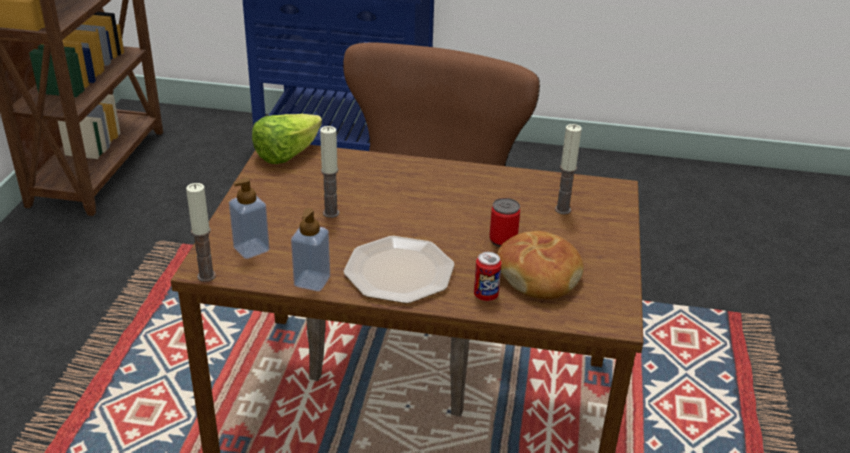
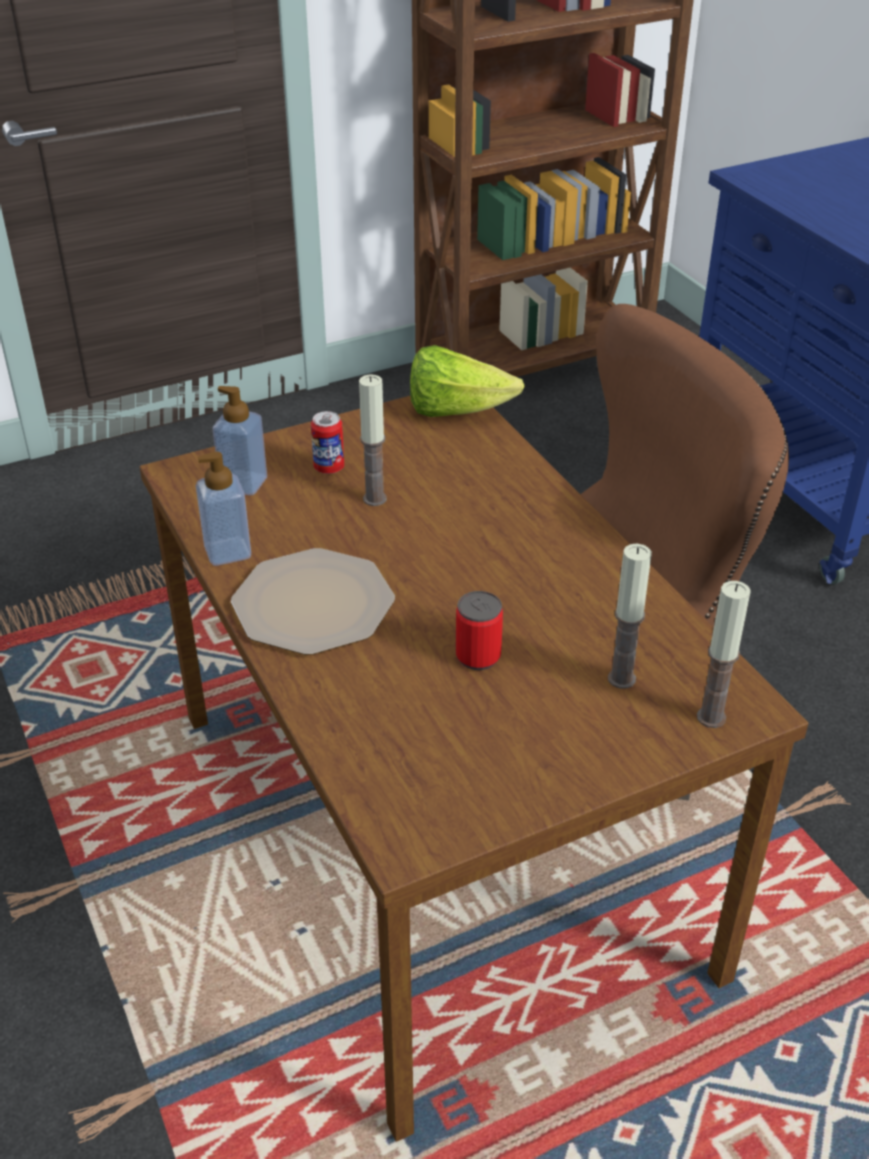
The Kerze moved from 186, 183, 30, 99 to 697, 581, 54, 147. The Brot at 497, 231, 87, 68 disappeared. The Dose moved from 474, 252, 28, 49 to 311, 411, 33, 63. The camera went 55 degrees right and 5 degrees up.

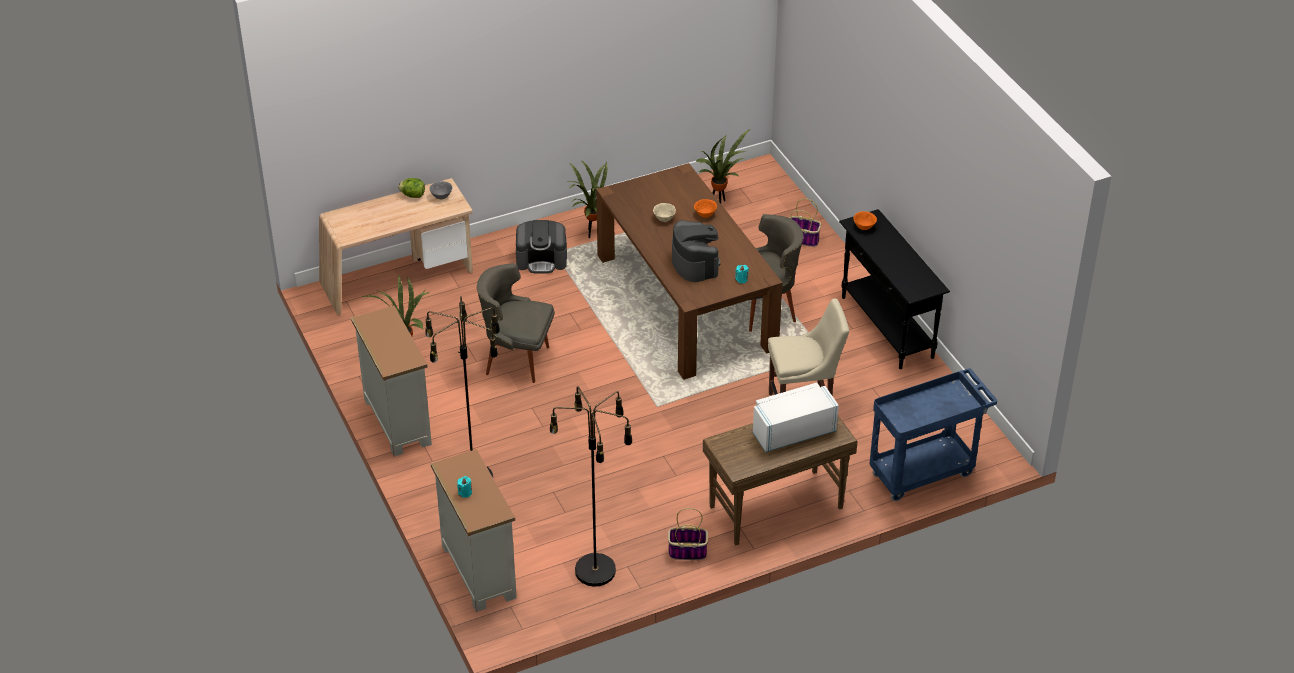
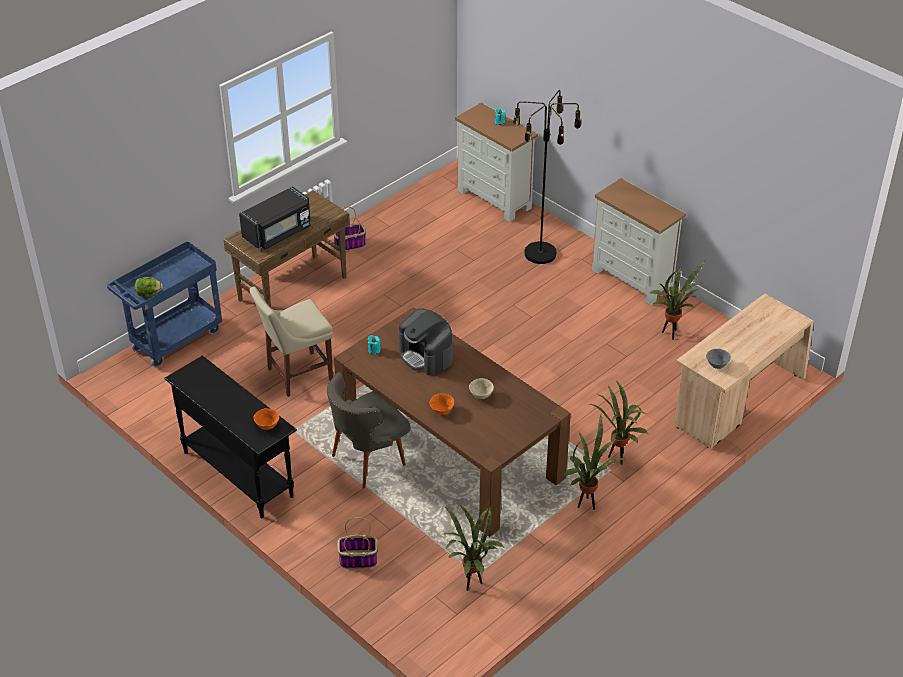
The Salatkopf moved from 398, 178, 27, 20 to 135, 277, 28, 20. The Kaffeemaschine at 516, 220, 51, 54 was replaced by the Topfpflanze at 589, 381, 60, 83. The Stuhl/grau at 477, 263, 78, 120 disappeared. The Mikrowelle/weiß at 753, 383, 86, 69 became the Mikrowelle/schwarz at 239, 186, 72, 64. The Stehlampe at 550, 386, 82, 201 disappeared. The camera went 160 degrees right and 0 degrees up.

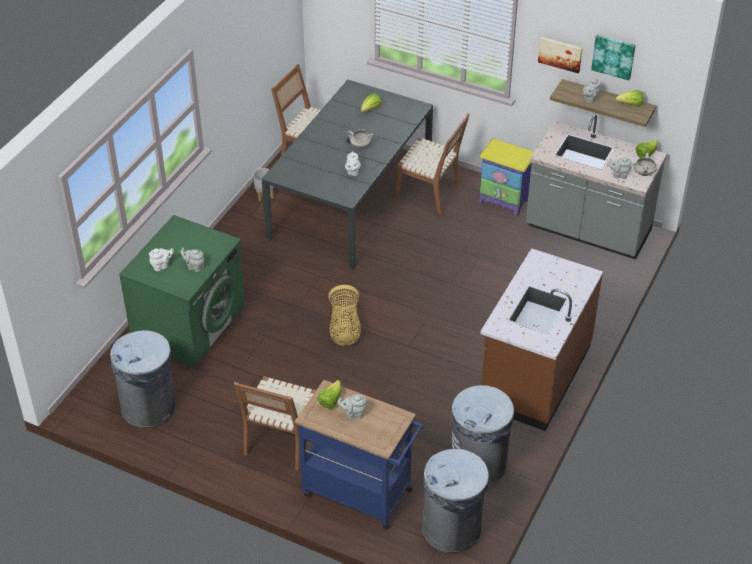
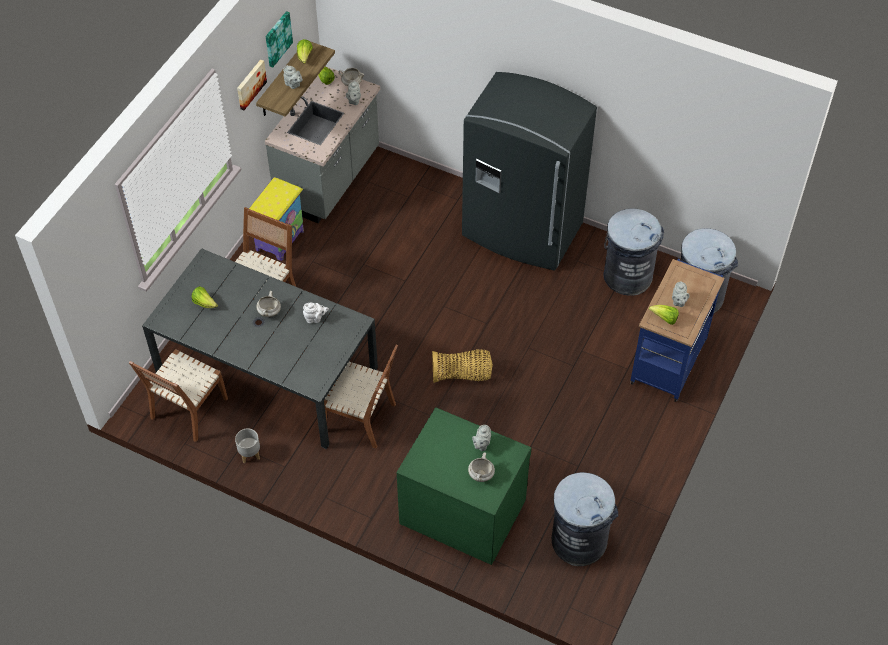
The Teekanne/weiß at 149, 248, 25, 23 was replaced by the Kochtopf/weiß at 468, 452, 27, 30. The Küchenzeile/braun at 480, 248, 123, 183 was replaced by the Kühlschrank/grau at 462, 72, 135, 199. The Stuhl moved from 234, 376, 82, 94 to 324, 344, 74, 104. The camera went 90 degrees left and 10 degrees up.

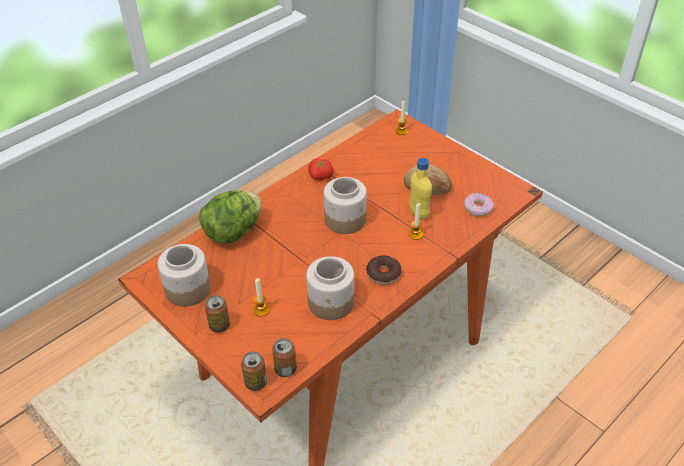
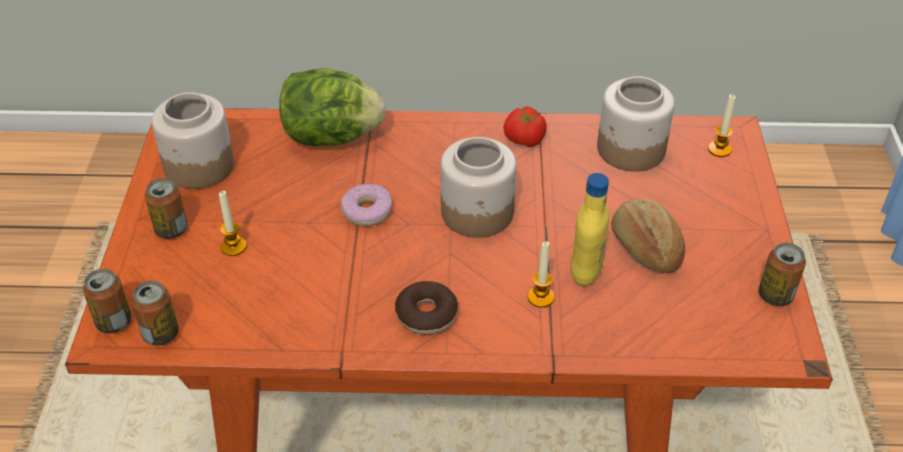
The Donut moved from 464, 193, 30, 24 to 341, 184, 51, 42. The Vorratsglas moved from 306, 256, 48, 64 to 597, 76, 78, 96. The Dose at 759, 243, 47, 63 appeared. The camera went 45 degrees right and 0 degrees up.

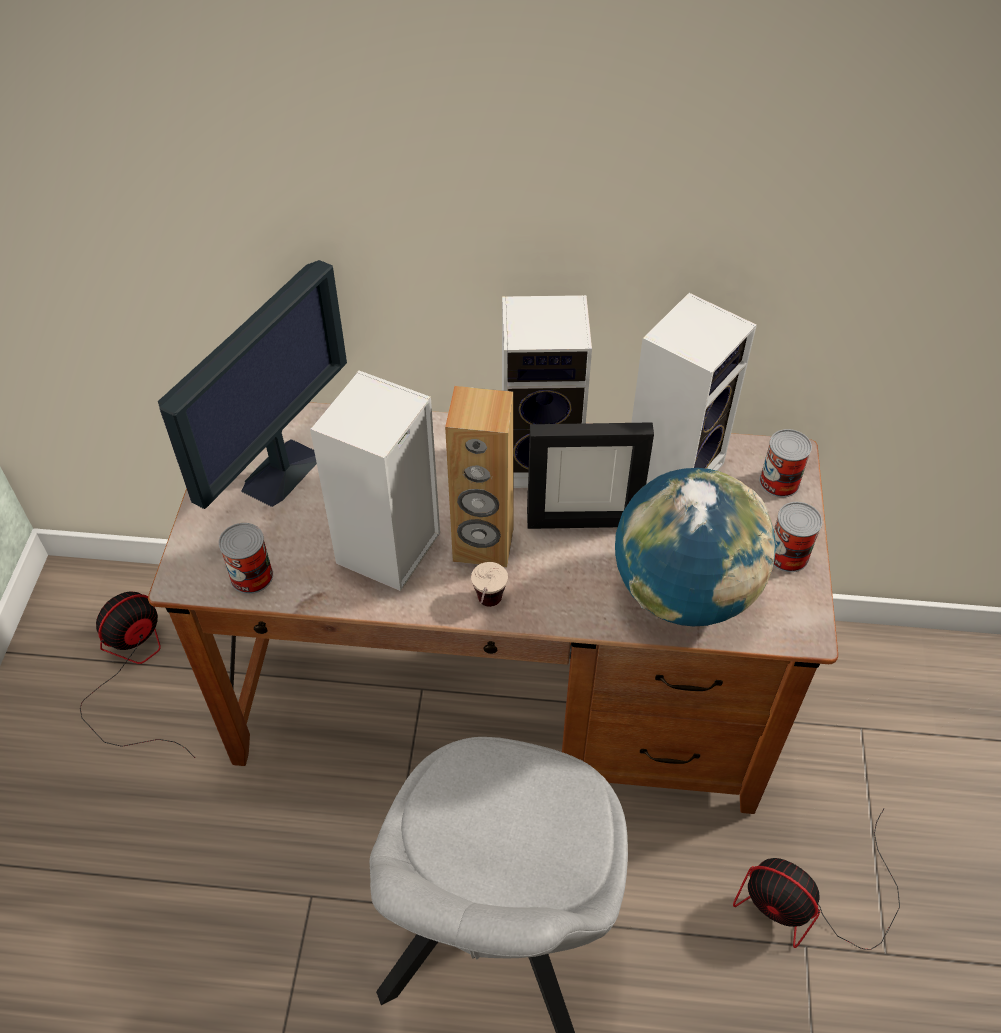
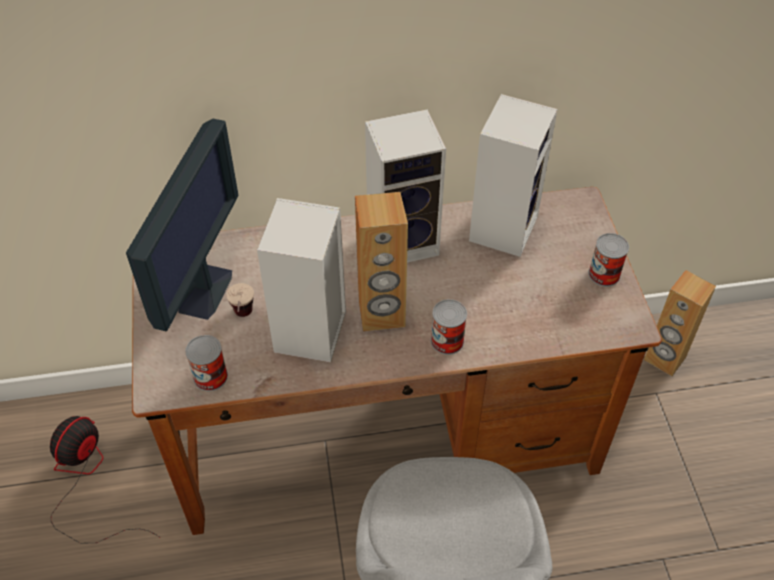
The Bilderrahmen at 527, 422, 127, 107 disappeared. The Dose moved from 759, 429, 53, 68 to 431, 299, 36, 56. The Globus at 615, 468, 161, 158 disappeared. The Tasse moved from 471, 562, 37, 45 to 226, 283, 28, 34. The Ventilator at 733, 809, 167, 141 disappeared. The Lautsprecher/braun at 644, 270, 72, 106 appeared. The camera went 15 degrees left and 0 degrees up.

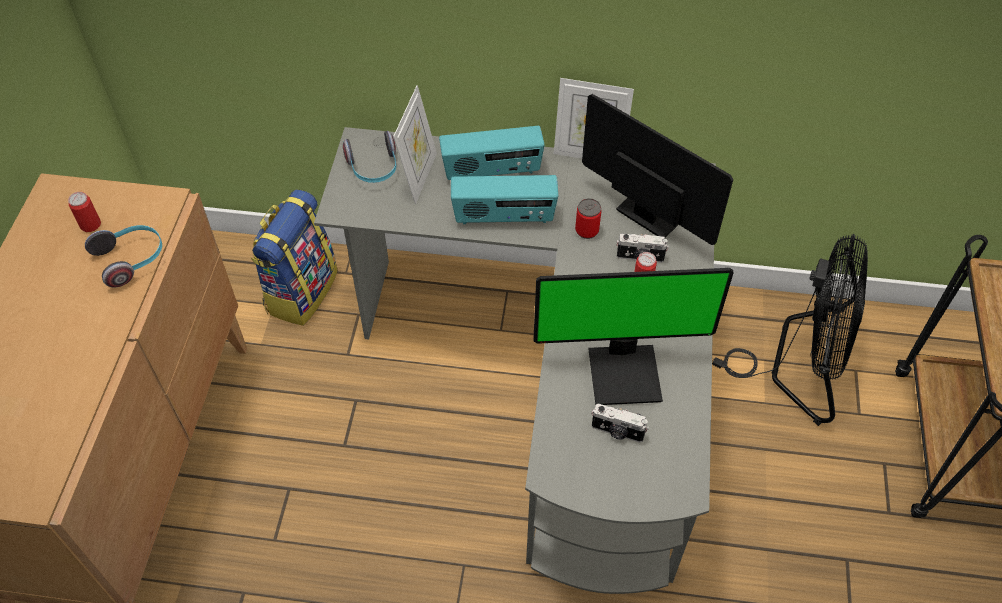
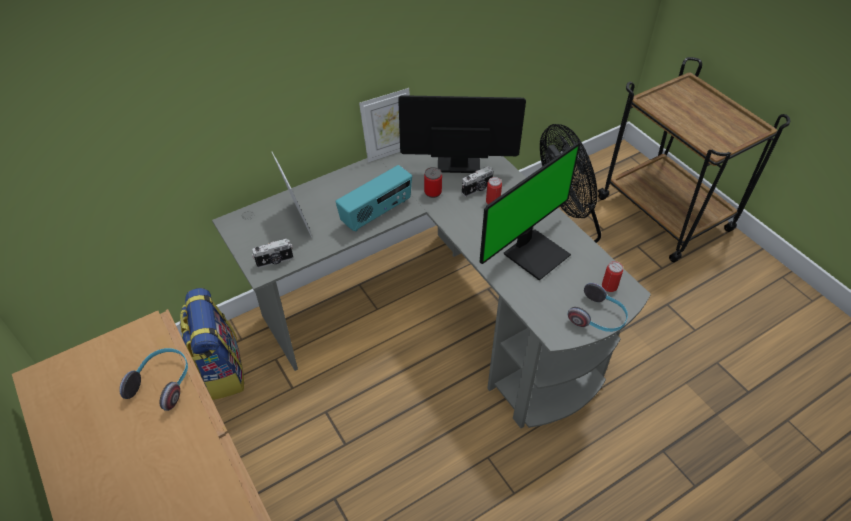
The Radio at 439, 126, 106, 54 disappeared. The Kopfhörer moved from 343, 131, 53, 52 to 568, 283, 60, 49. The Dose moved from 68, 192, 33, 40 to 602, 261, 21, 31. The Kamera moved from 592, 404, 57, 39 to 252, 239, 41, 29. The camera went 40 degrees left and 5 degrees down.

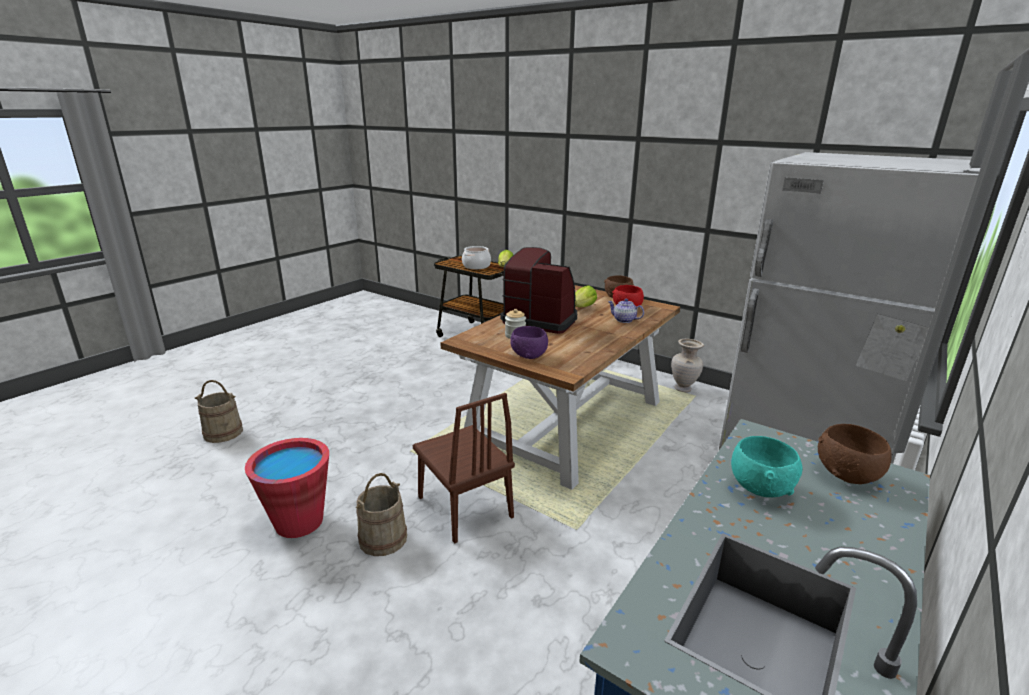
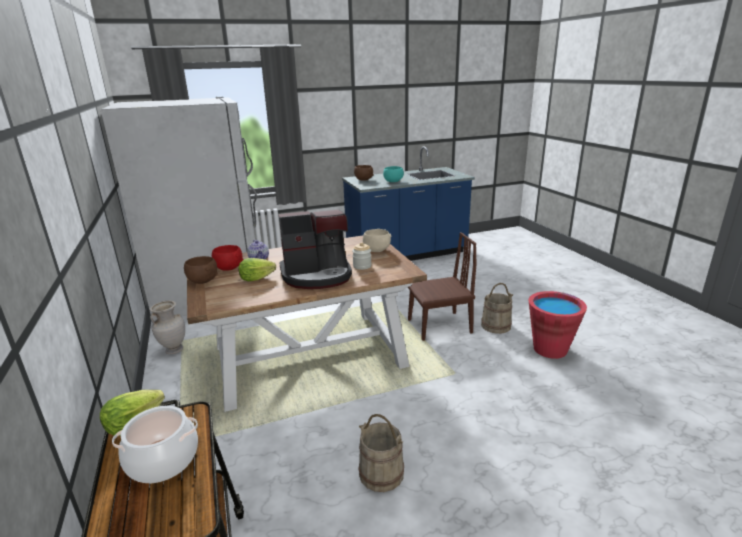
The Kaffeemaschine at 500, 247, 77, 87 turned 75 degrees counterclockwise. The Schüssel/lila at 510, 326, 38, 33 became the Schüssel/beige at 363, 229, 28, 23. The Eimer/beige moved from 195, 380, 48, 63 to 358, 414, 46, 78. The Stuhl/braun at 413, 393, 102, 150 turned 75 degrees clockwise. The camera went 145 degrees left and 0 degrees up.

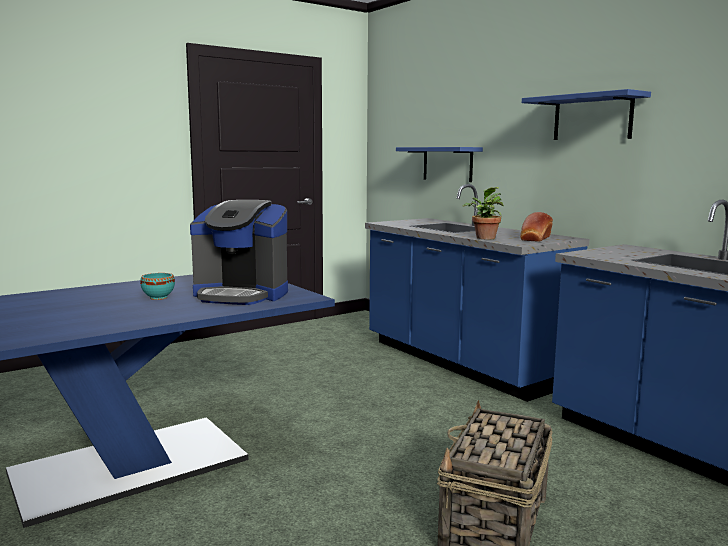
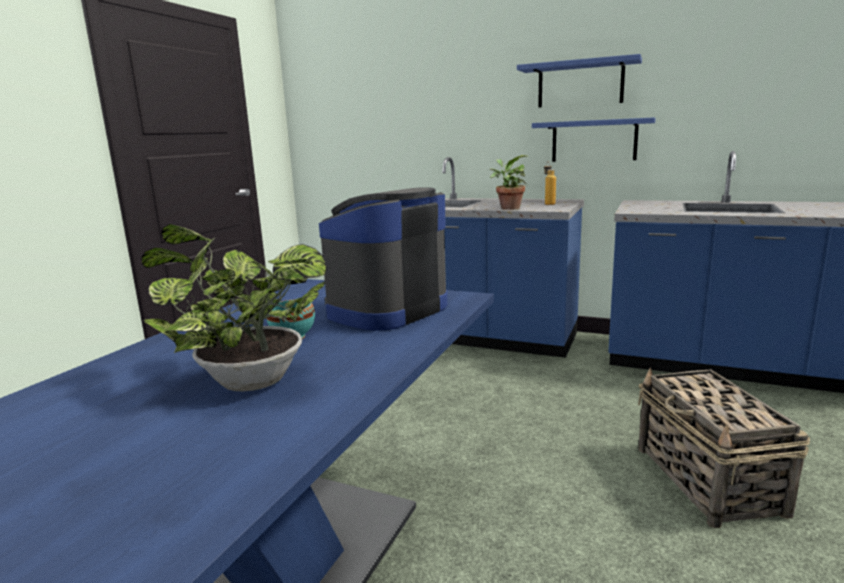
The Wandregal/blau moved from 396, 147, 87, 35 to 532, 118, 124, 44. The Kaffeemaschine at 190, 200, 98, 105 turned 150 degrees clockwise. The Brot at 520, 212, 33, 30 was replaced by the Flasche at 544, 162, 12, 43. The Topfpflanze at 141, 224, 185, 167 appeared. The camera went 30 degrees left and 5 degrees up.

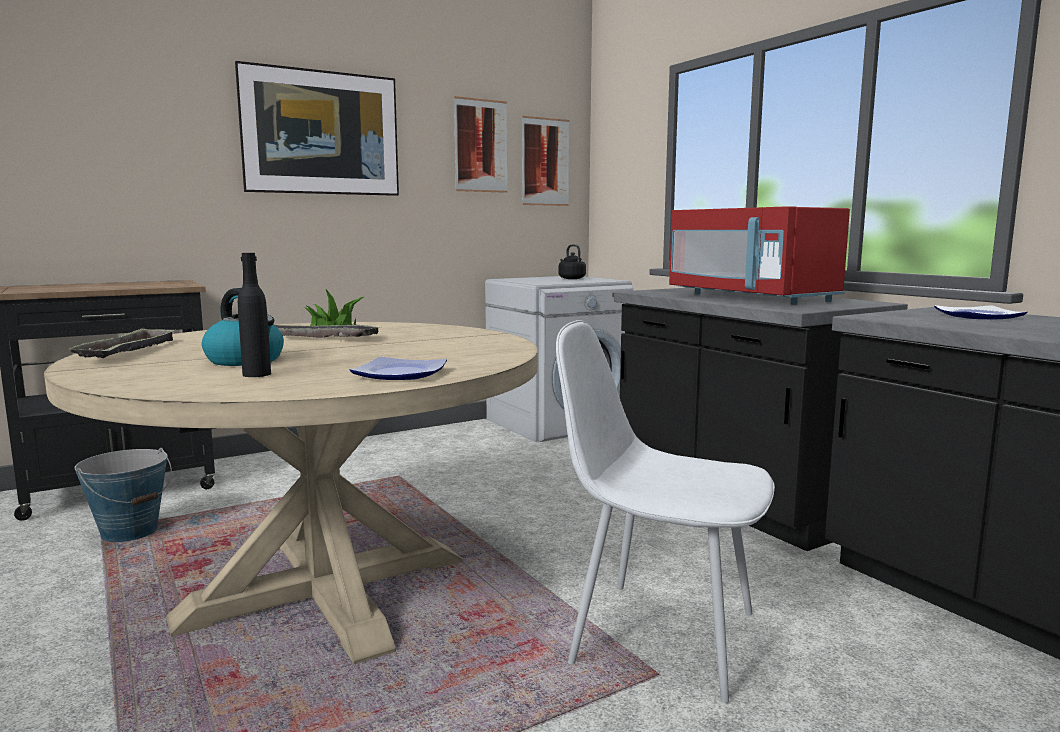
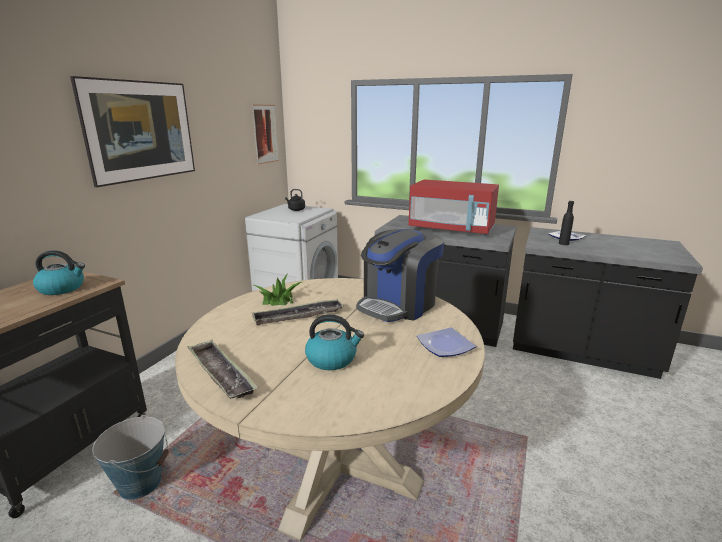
The Bild at 454, 96, 53, 97 disappeared. The Flasche/schwarz moved from 238, 253, 33, 124 to 559, 201, 15, 44. The Stuhl/weiß at 556, 320, 219, 383 disappeared. The Kaffeemaschine at 356, 229, 88, 93 appeared. The Wasserkessel at 33, 250, 52, 45 appeared. The camera went 35 degrees left and 10 degrees up.

